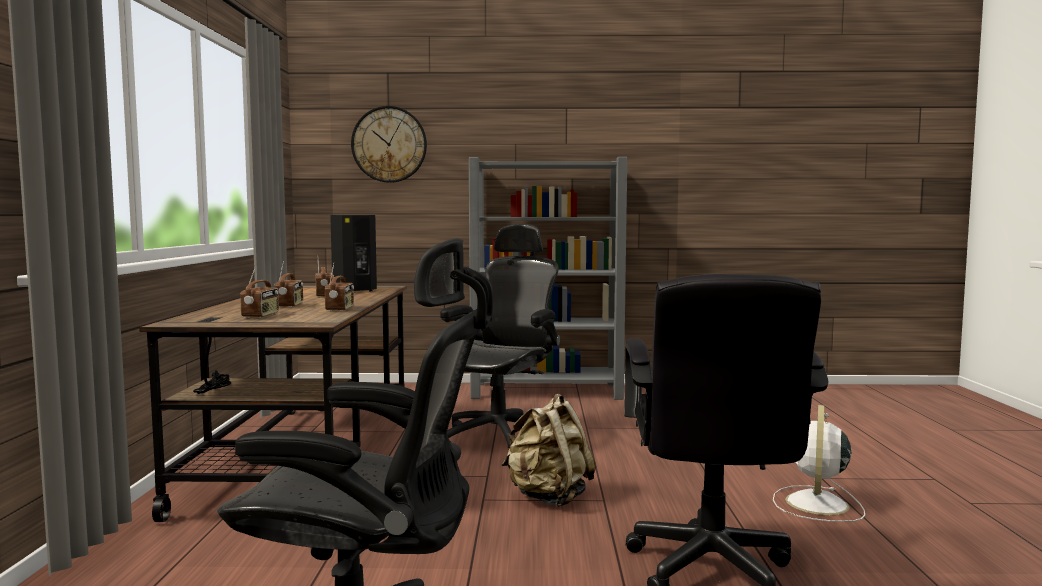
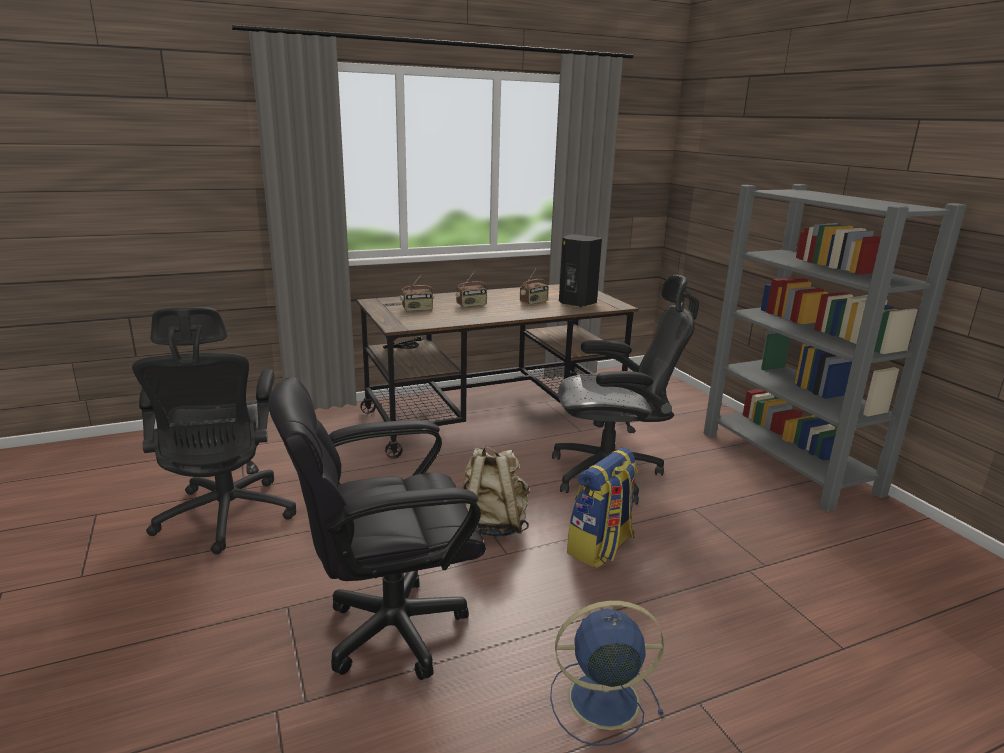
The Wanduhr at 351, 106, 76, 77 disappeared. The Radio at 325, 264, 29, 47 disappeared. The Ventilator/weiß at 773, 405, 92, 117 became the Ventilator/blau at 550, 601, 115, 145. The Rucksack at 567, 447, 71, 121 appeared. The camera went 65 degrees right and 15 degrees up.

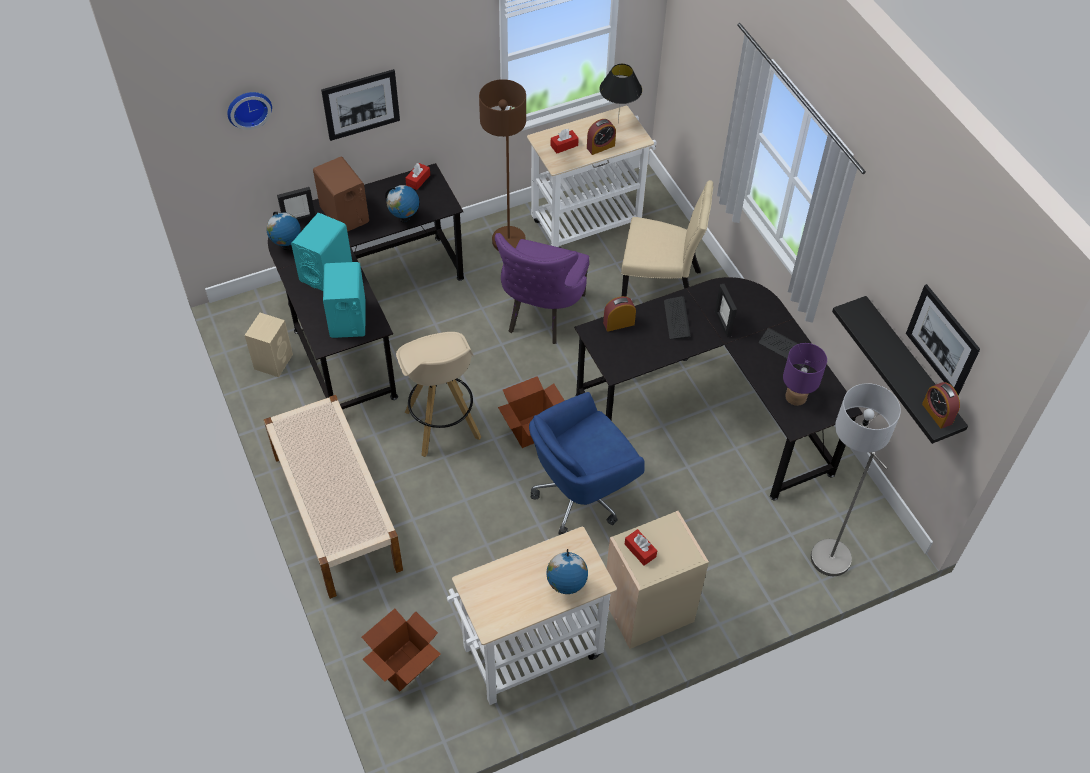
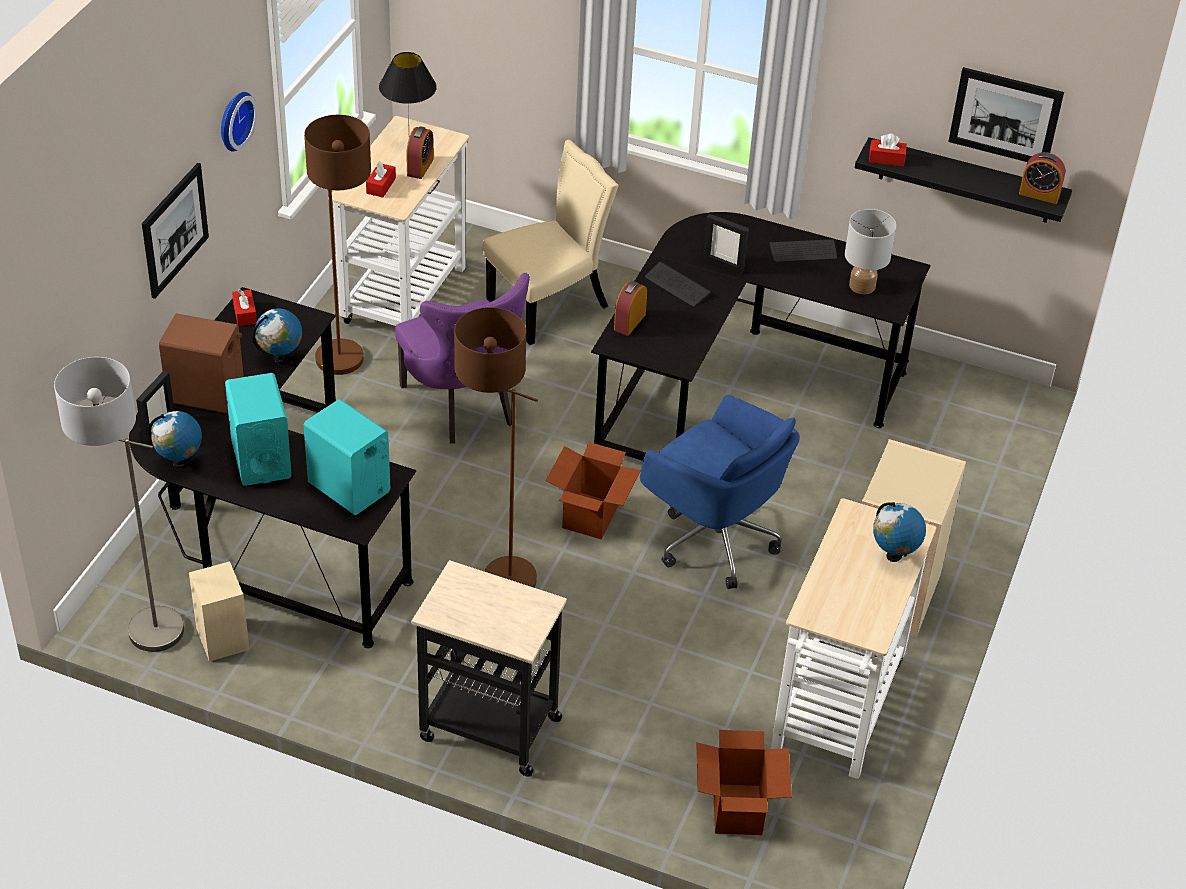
The Wanduhr moved from 228, 92, 44, 38 to 221, 92, 36, 60. The Hocker/beige at 396, 332, 85, 125 was replaced by the Stehlampe/braun at 454, 307, 84, 281. The Tischlampe/lila at 783, 343, 44, 63 became the Tischlampe/grau at 845, 209, 51, 85. The Stehlampe/grau moved from 811, 383, 90, 193 to 54, 357, 130, 295. The Bürostuhl/blau at 529, 392, 116, 143 turned 60 degrees counterclockwise. The Bank/beige at 264, 395, 139, 204 was replaced by the Rollwagen at 411, 560, 156, 217. The Taschentuchbox/rot moved from 625, 529, 32, 37 to 869, 134, 38, 32. The camera went 45 degrees left and 10 degrees down.

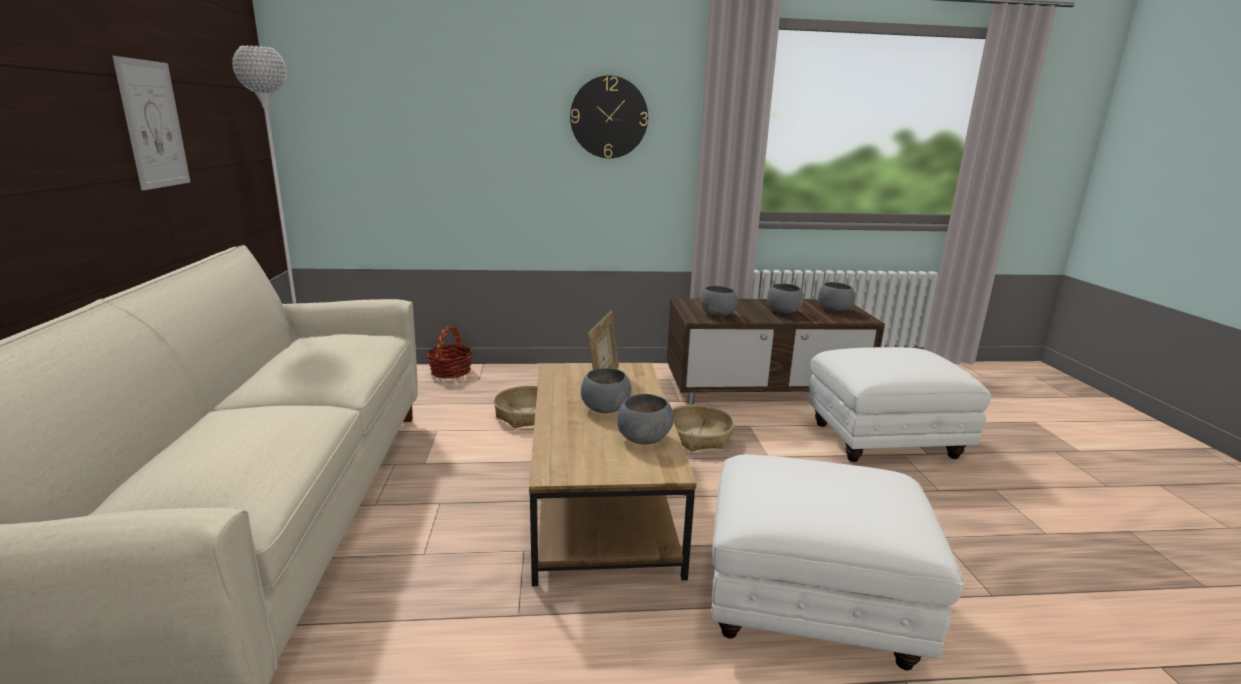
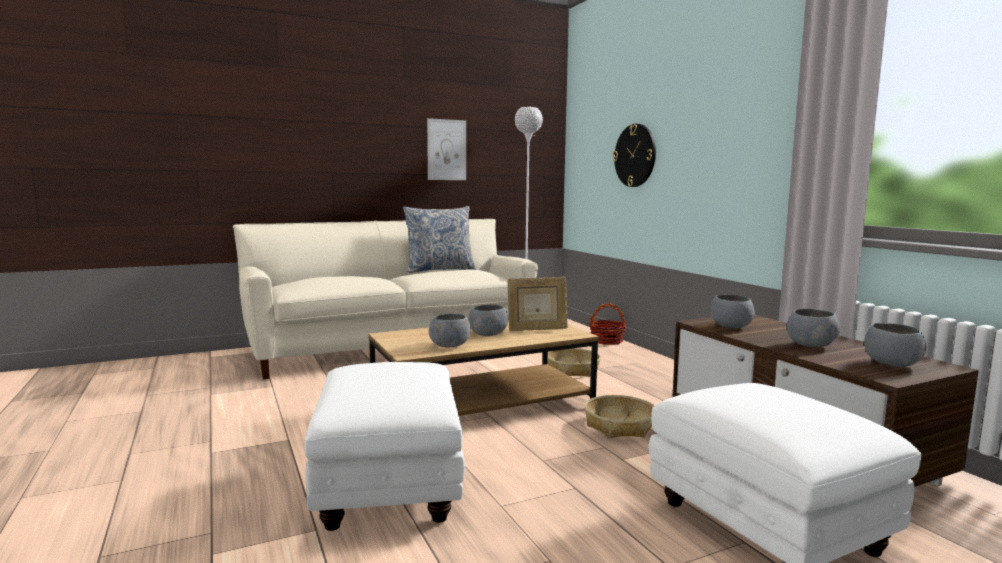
The Wanduhr moved from 570, 75, 78, 83 to 613, 124, 43, 63. The Kissen at 403, 206, 73, 67 appeared. The camera went 70 degrees right and 10 degrees down.

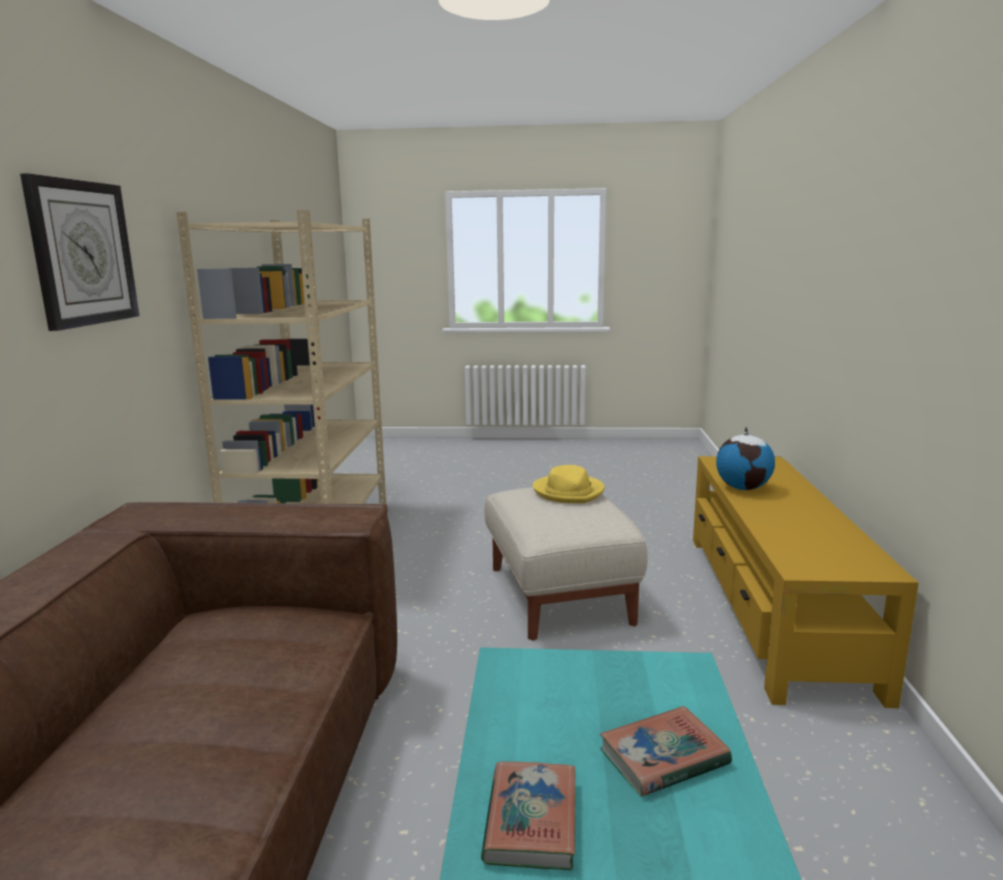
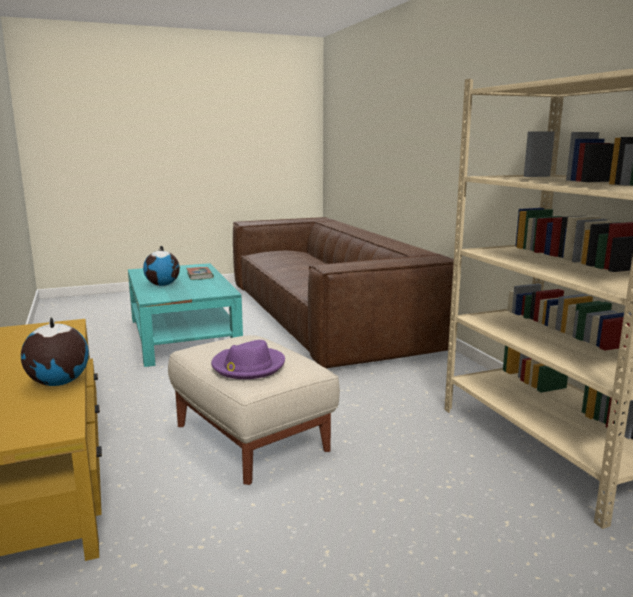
The Wanduhr at 20, 173, 119, 158 disappeared. The Hut/gelb at 533, 465, 72, 38 became the Hut/lila at 211, 340, 74, 39. The Buch at 600, 706, 132, 91 was replaced by the Globus at 143, 246, 37, 40. The camera went 155 degrees right and 0 degrees up.

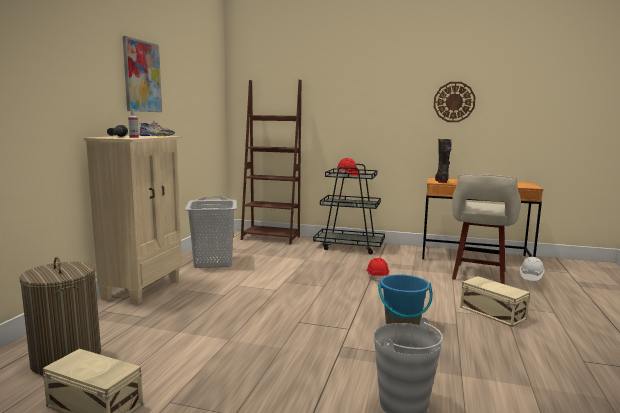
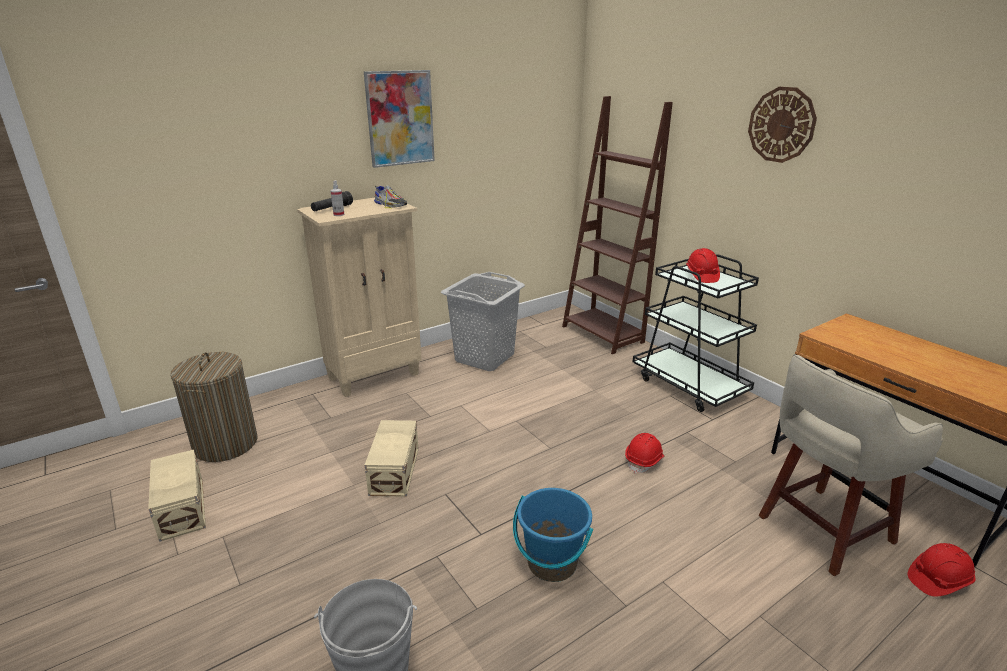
The Wanduhr moved from 434, 82, 42, 40 to 748, 87, 69, 76. The Stiefel/schwarz at 435, 139, 17, 44 disappeared. The Schutzhelm/weiß at 520, 257, 25, 24 became the Schutzhelm/rot at 908, 543, 67, 54. The Aufbewahrungsbox/beige moved from 460, 276, 70, 51 to 365, 420, 54, 77. The camera went 40 degrees right and 15 degrees up.

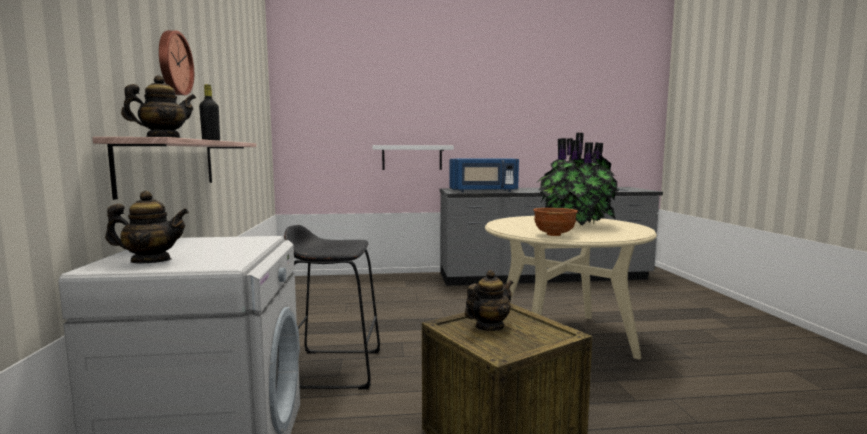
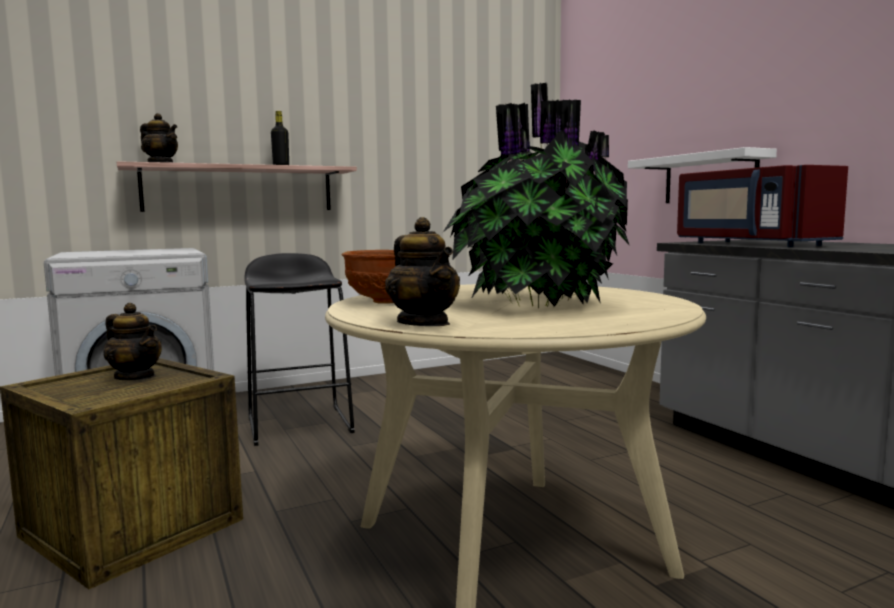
The Wanduhr at 159, 30, 35, 65 disappeared. The Mikrowelle/blau at 450, 159, 69, 33 became the Mikrowelle/rot at 677, 165, 171, 82. The Teekanne moved from 105, 191, 84, 72 to 385, 217, 75, 109. The camera went 70 degrees right and 0 degrees up.

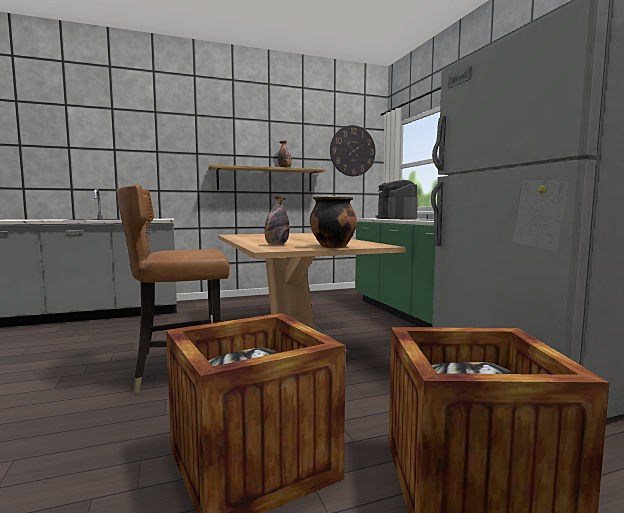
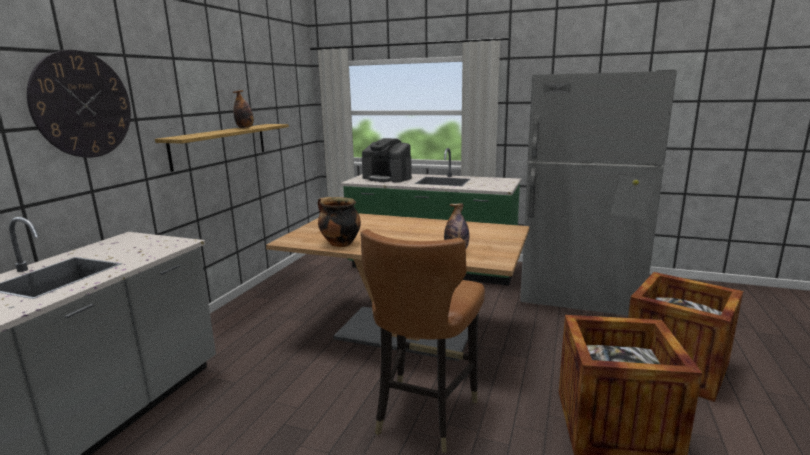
The Wanduhr moved from 330, 125, 46, 51 to 27, 50, 104, 108. The Kochtopf moved from 310, 196, 47, 52 to 318, 197, 43, 50. The camera went 50 degrees left and 10 degrees up.

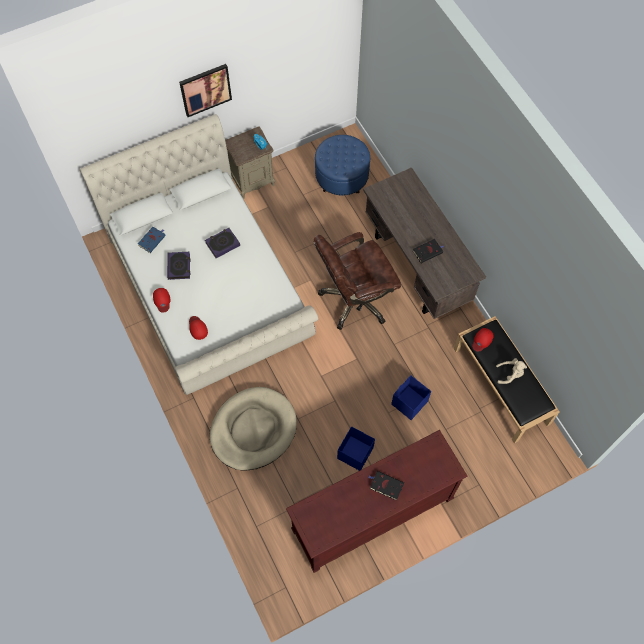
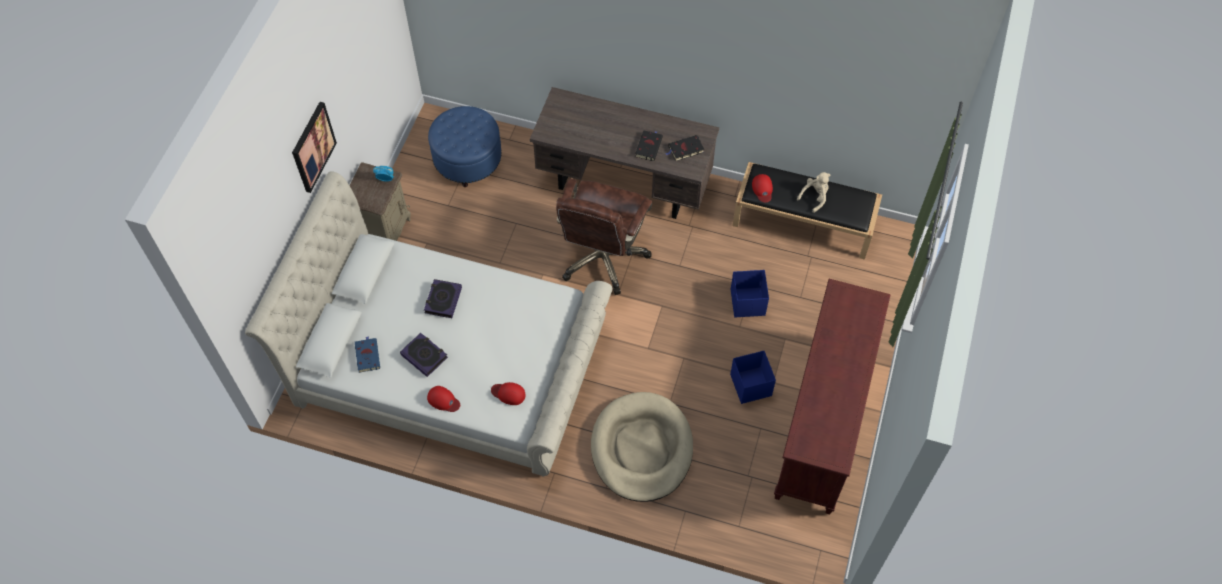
The Buch/schwarz moved from 368, 471, 36, 30 to 665, 135, 39, 26. The camera went 45 degrees left and 5 degrees down.

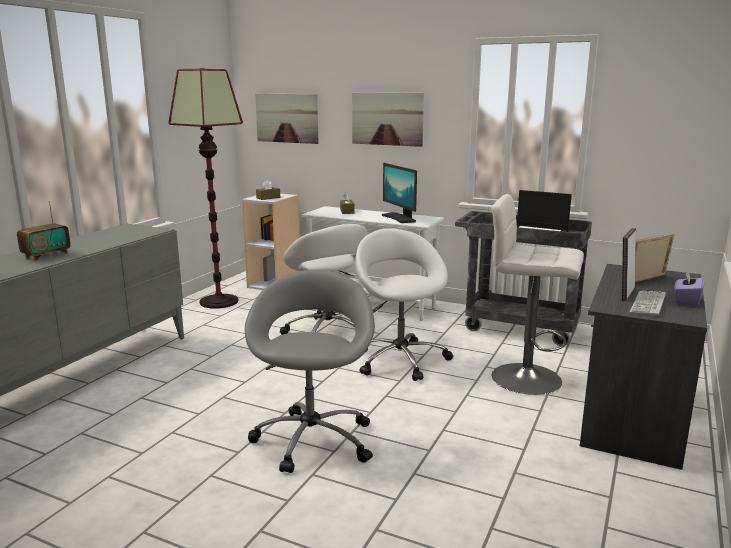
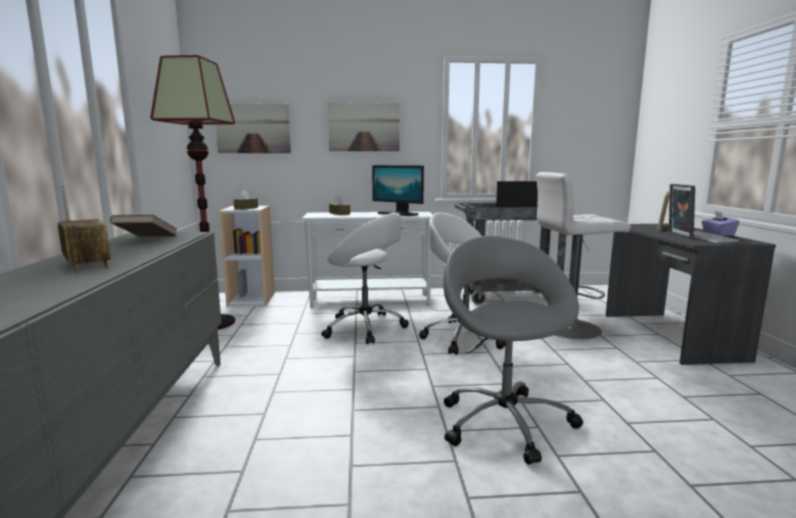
The Radio at 17, 201, 54, 60 turned 45 degrees counterclockwise. The Buch/braun at 110, 215, 67, 22 appeared. The camera went 30 degrees left and 5 degrees down.

